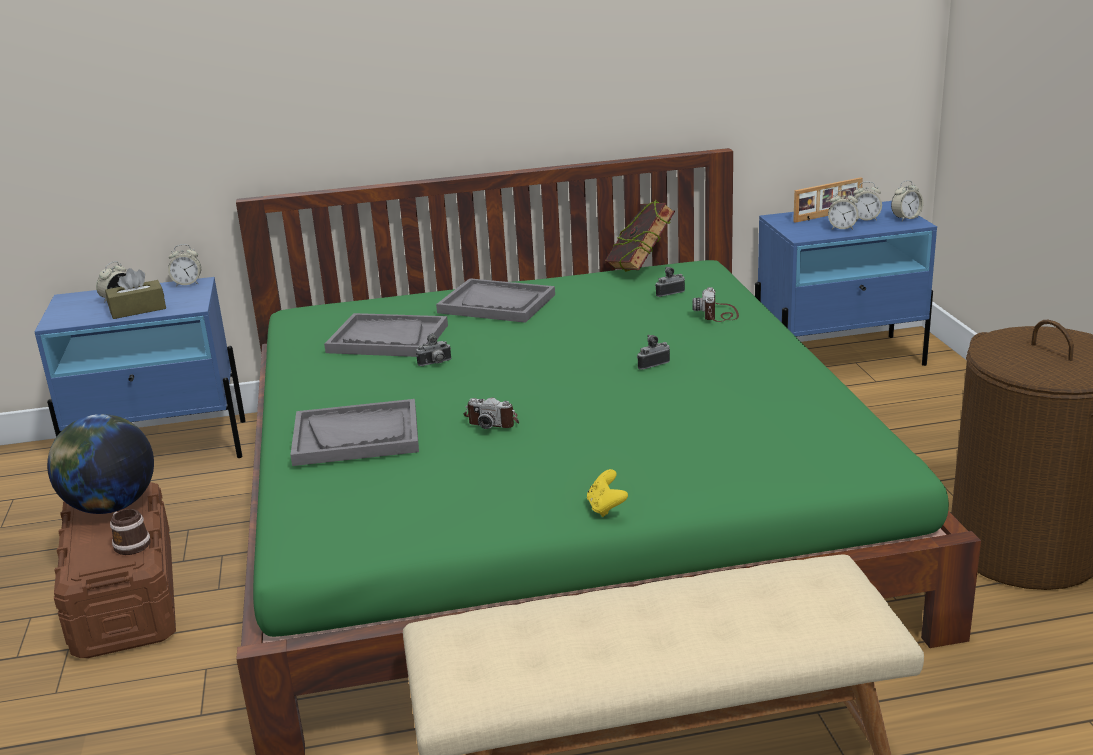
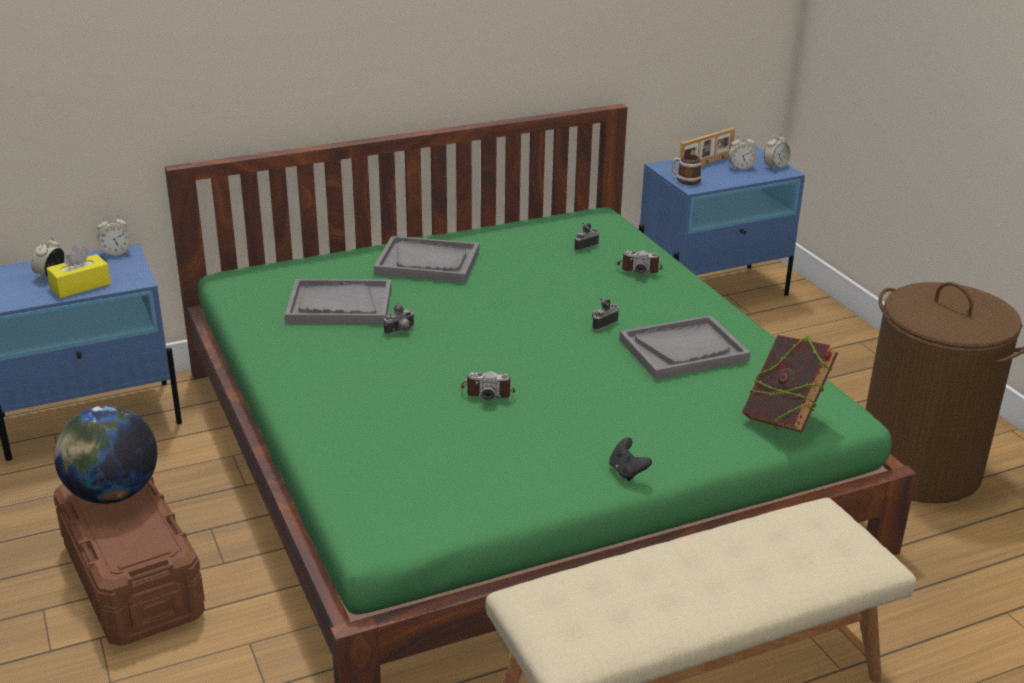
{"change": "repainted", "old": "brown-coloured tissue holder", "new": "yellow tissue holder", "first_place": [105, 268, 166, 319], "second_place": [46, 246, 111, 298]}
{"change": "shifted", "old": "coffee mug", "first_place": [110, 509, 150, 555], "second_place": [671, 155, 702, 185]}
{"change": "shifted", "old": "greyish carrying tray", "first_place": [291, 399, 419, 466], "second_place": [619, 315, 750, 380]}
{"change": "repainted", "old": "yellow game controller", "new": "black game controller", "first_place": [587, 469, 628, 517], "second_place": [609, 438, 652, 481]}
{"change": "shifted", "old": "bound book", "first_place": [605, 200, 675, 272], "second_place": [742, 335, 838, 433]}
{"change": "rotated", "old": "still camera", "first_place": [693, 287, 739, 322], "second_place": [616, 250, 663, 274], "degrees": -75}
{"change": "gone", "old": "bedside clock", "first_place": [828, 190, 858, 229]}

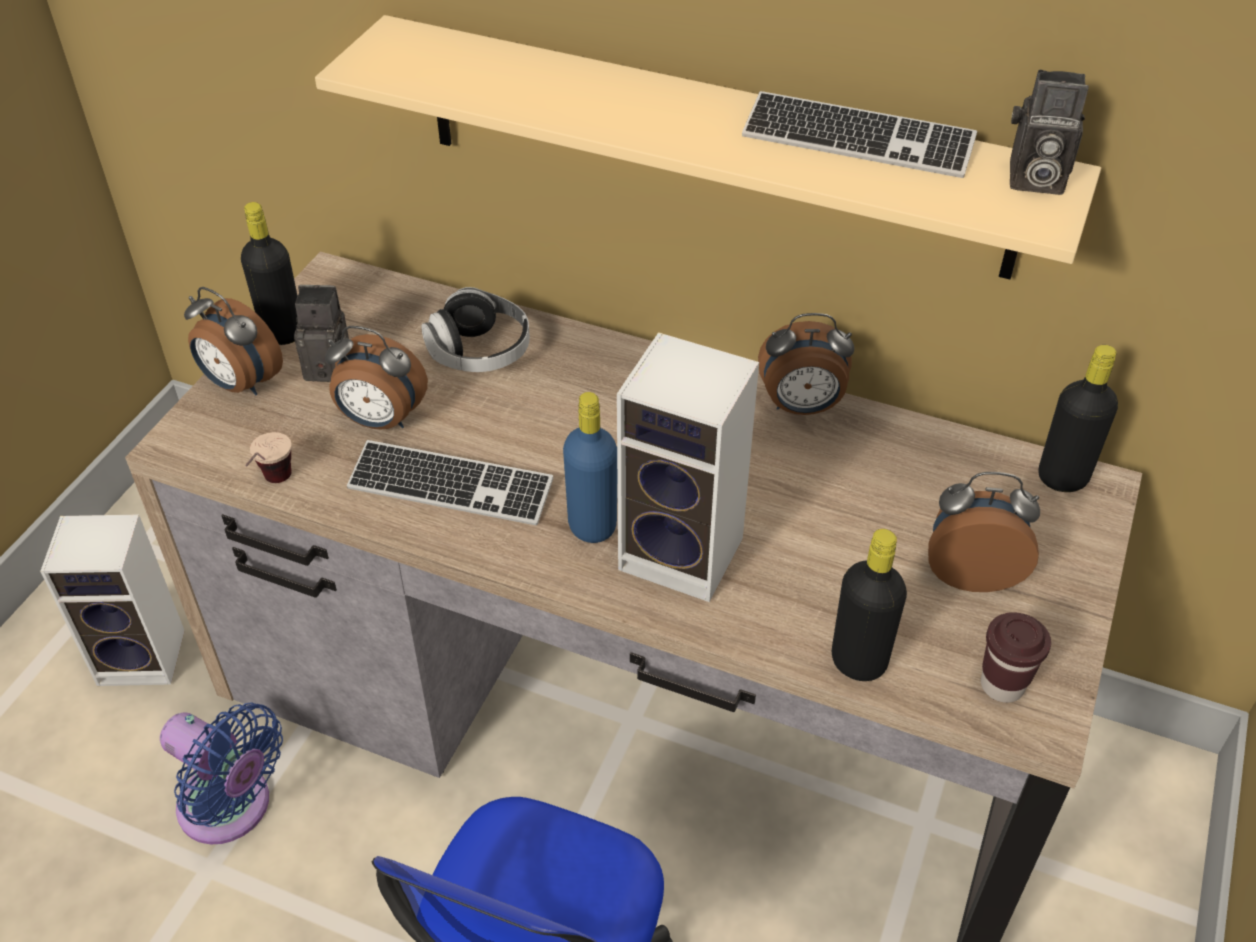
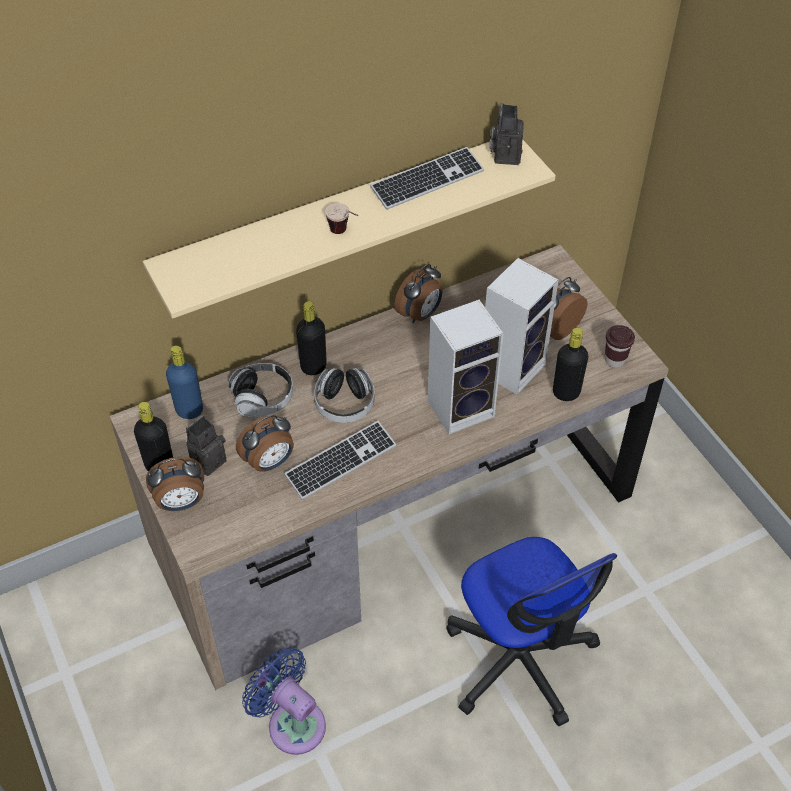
{"change": "shifted", "old": "speaker", "first_place": [40, 515, 185, 686], "second_place": [485, 258, 559, 395]}
{"change": "rotated", "old": "bluish cooling fan", "first_place": [160, 702, 283, 844], "second_place": [242, 647, 326, 755], "degrees": -120}
{"change": "shifted", "old": "drinking cup", "first_place": [245, 432, 292, 483], "second_place": [325, 203, 358, 234]}
{"change": "shifted", "old": "bluish bottle", "first_place": [563, 392, 617, 543], "second_place": [166, 345, 203, 419]}
{"change": "rotated", "old": "still camera", "first_place": [1010, 70, 1089, 195], "second_place": [489, 103, 524, 165], "degrees": 135}
{"change": "shifted", "old": "black bottle", "first_place": [1038, 345, 1118, 492], "second_place": [296, 301, 327, 375]}
{"change": "new", "new": "headphones", "second_place": [314, 368, 375, 423]}

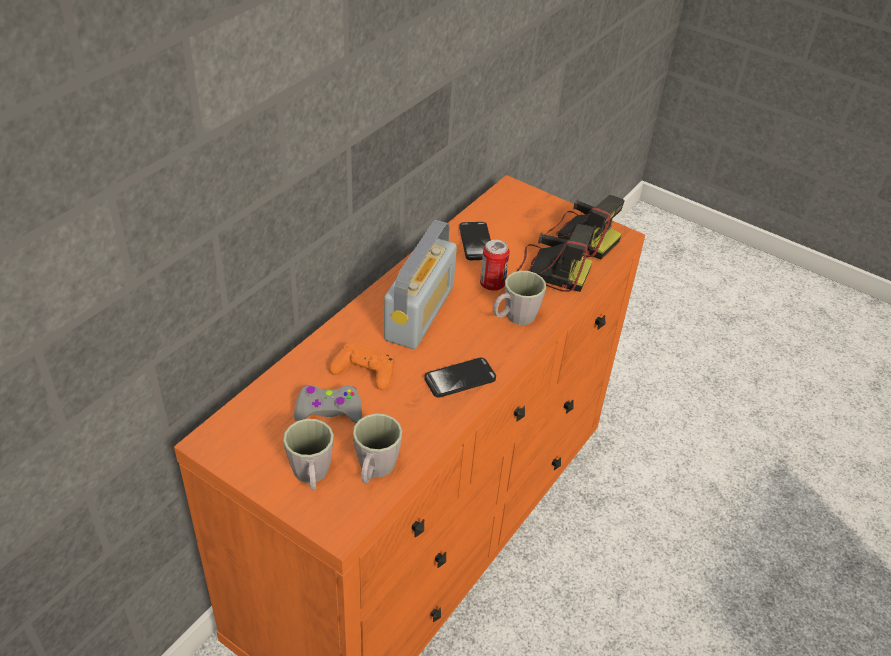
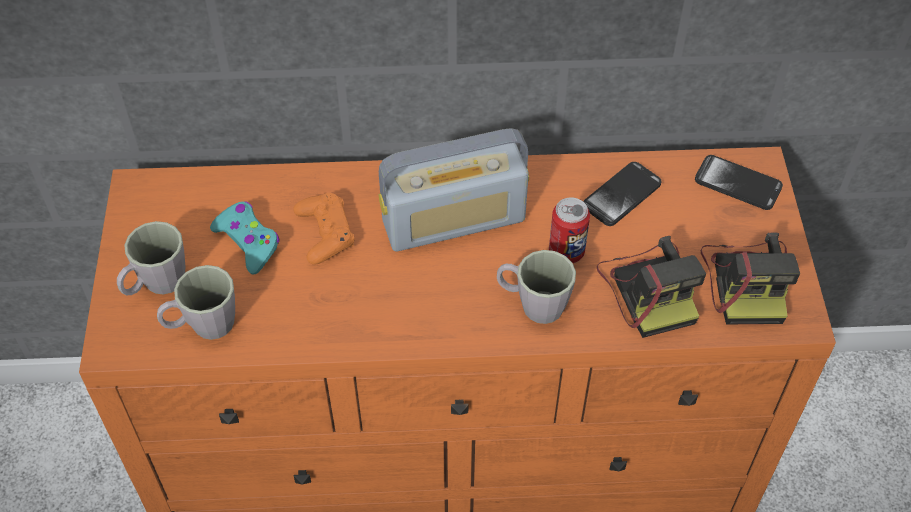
{"change": "repainted", "old": "greyish game controller", "new": "turquoise-coloured game controller", "first_place": [294, 385, 362, 423], "second_place": [210, 201, 280, 274]}
{"change": "shifted", "old": "telephone", "first_place": [424, 358, 496, 398], "second_place": [695, 155, 783, 210]}

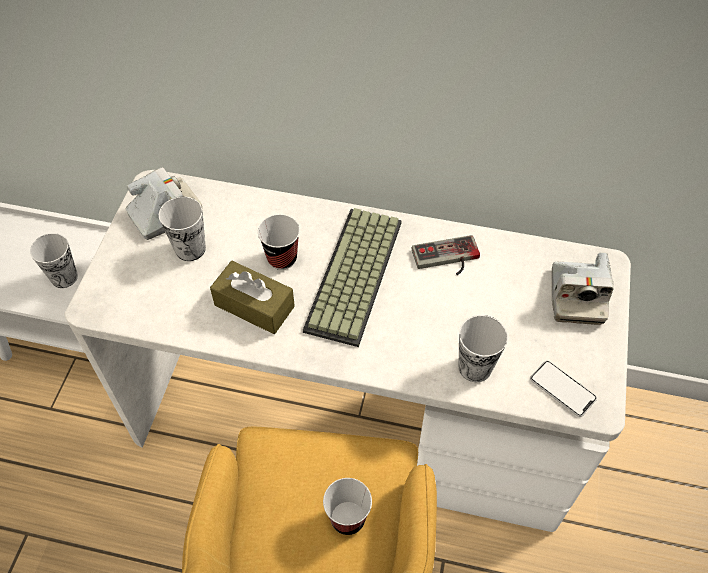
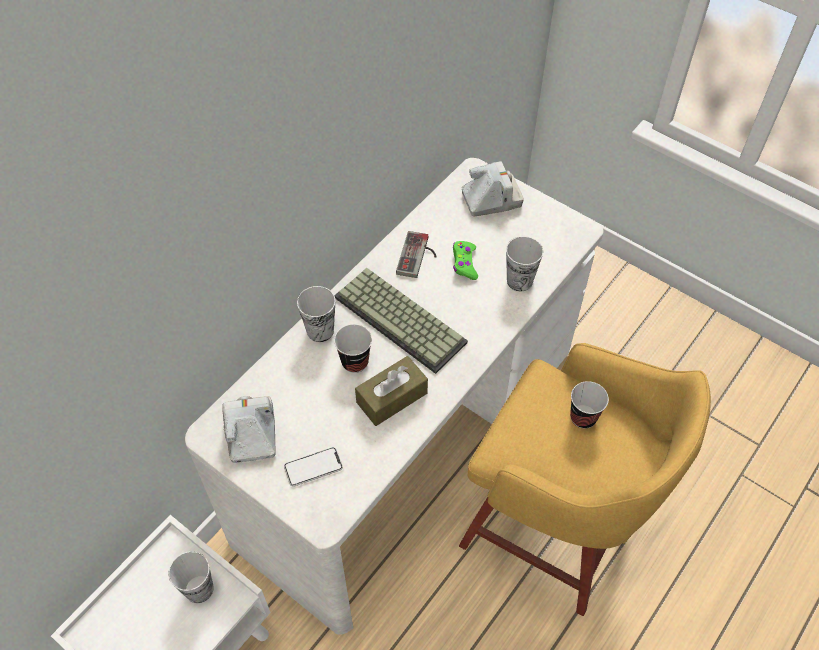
{"change": "shifted", "old": "drinking cup", "first_place": [159, 197, 206, 261], "second_place": [297, 286, 335, 342]}
{"change": "shifted", "old": "telephone", "first_place": [530, 361, 597, 417], "second_place": [284, 447, 343, 487]}
{"change": "rotated", "old": "still camera", "first_place": [552, 252, 614, 325], "second_place": [462, 161, 524, 217], "degrees": -45}
{"change": "new", "new": "greenish game controller", "second_place": [453, 241, 478, 280]}

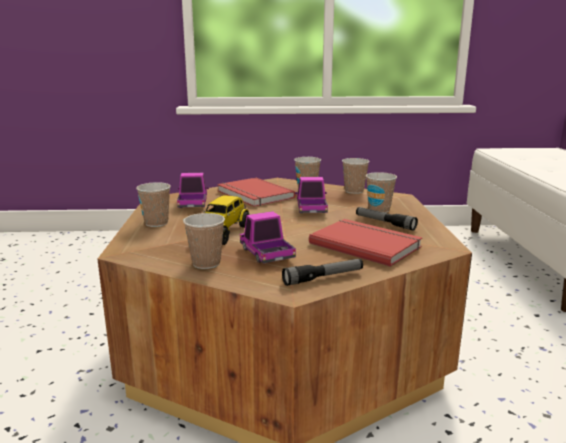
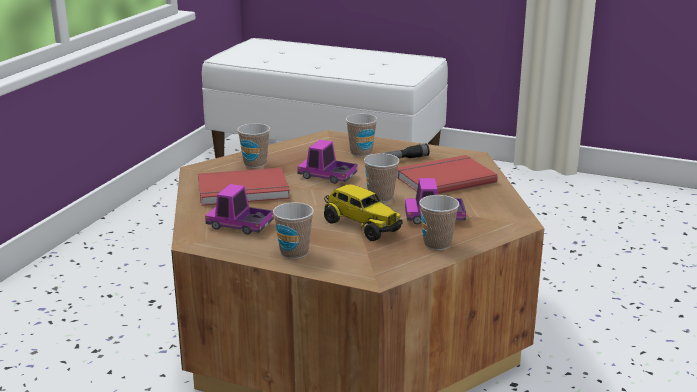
{"change": "gone", "old": "torch", "first_place": [282, 259, 363, 286]}
{"change": "shifted", "old": "drinking cup", "first_place": [342, 158, 370, 194], "second_place": [364, 153, 400, 203]}

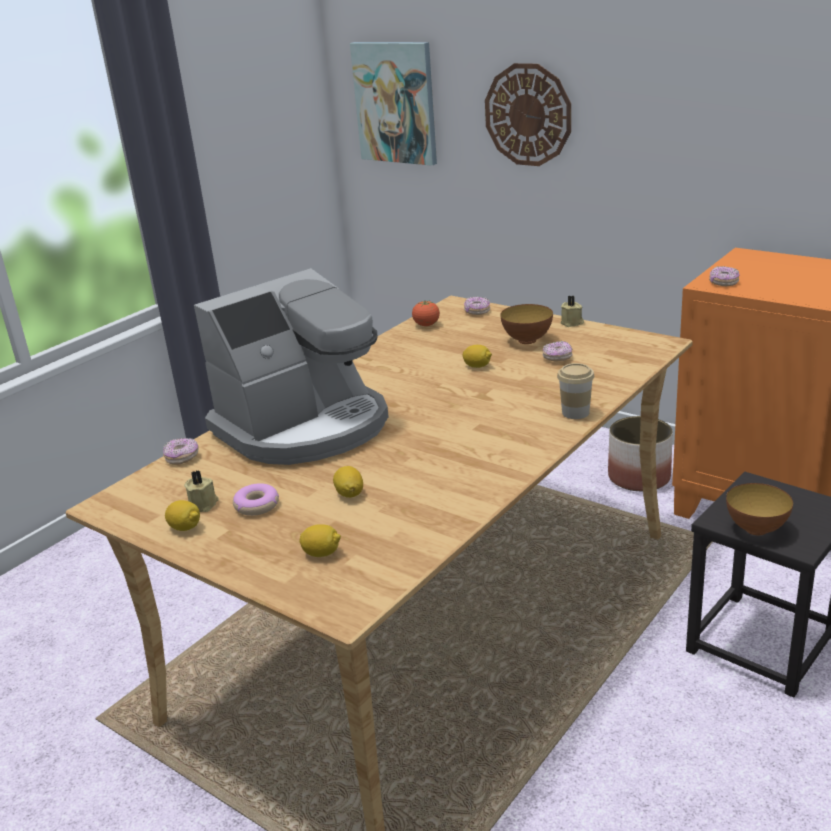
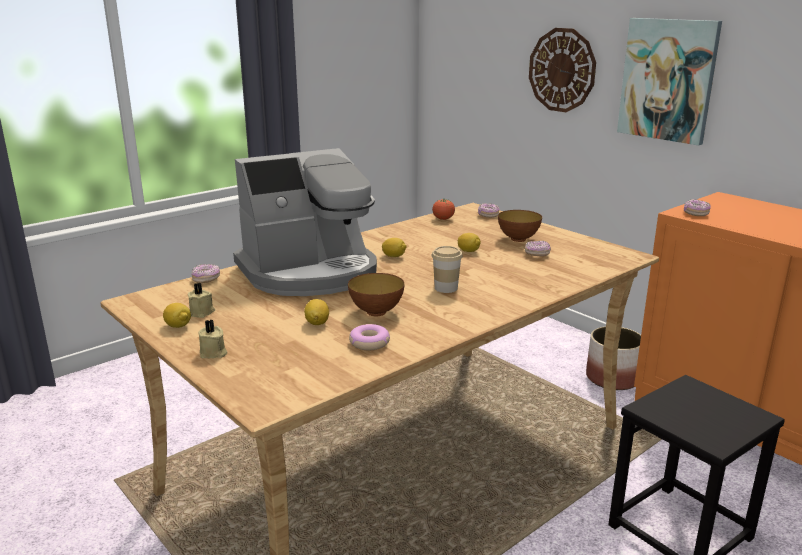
{"change": "shifted", "old": "ring doughnut", "first_place": [233, 483, 279, 516], "second_place": [349, 324, 390, 350]}
{"change": "shifted", "old": "whole lemon", "first_place": [300, 524, 341, 557], "second_place": [382, 238, 407, 257]}
{"change": "shifted", "old": "wall art", "first_place": [350, 42, 437, 166], "second_place": [617, 18, 722, 146]}
{"change": "shifted", "old": "drinking cup", "first_place": [557, 363, 594, 419], "second_place": [431, 246, 463, 293]}
{"change": "shifted", "old": "beige candle", "first_place": [561, 295, 584, 327], "second_place": [198, 320, 227, 358]}
{"change": "shifted", "old": "serving bowl", "first_place": [726, 483, 793, 535], "second_place": [348, 273, 404, 316]}

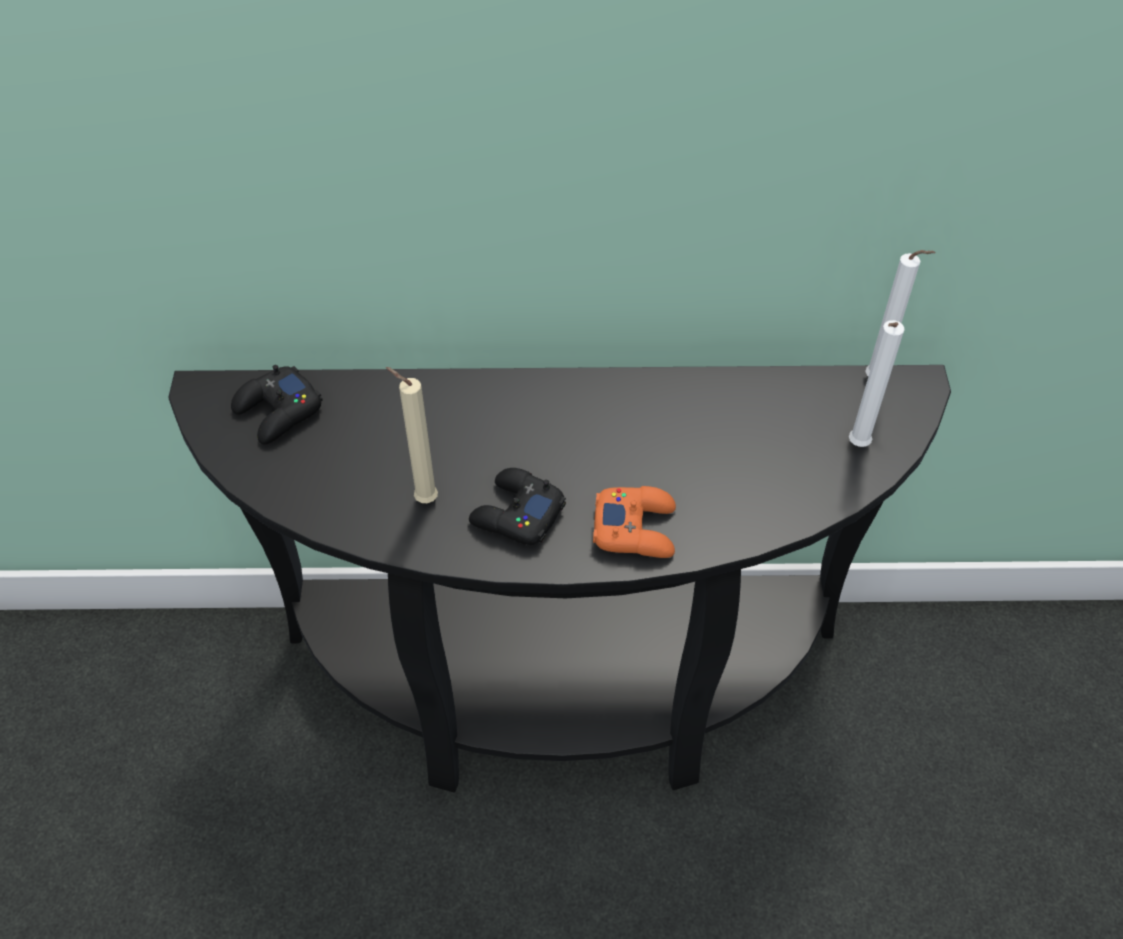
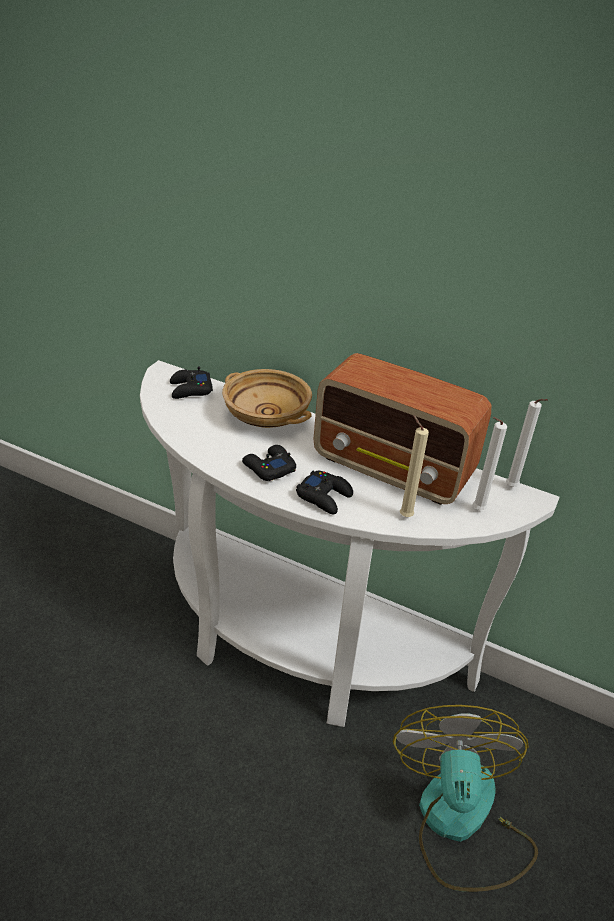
{"change": "repainted", "old": "black narrow table", "new": "whitish narrow table", "first_place": [168, 365, 951, 793], "second_place": [140, 360, 559, 727]}
{"change": "shifted", "old": "beige candle", "first_place": [386, 367, 438, 503], "second_place": [400, 415, 429, 517]}
{"change": "repainted", "old": "orange game controller", "new": "black game controller", "first_place": [593, 486, 676, 558], "second_place": [296, 471, 353, 514]}
{"change": "new", "new": "beige serving bowl", "second_place": [222, 369, 312, 428]}
{"change": "new", "new": "radio", "second_place": [314, 353, 491, 505]}
{"change": "new", "new": "cooling fan", "second_place": [393, 705, 538, 892]}

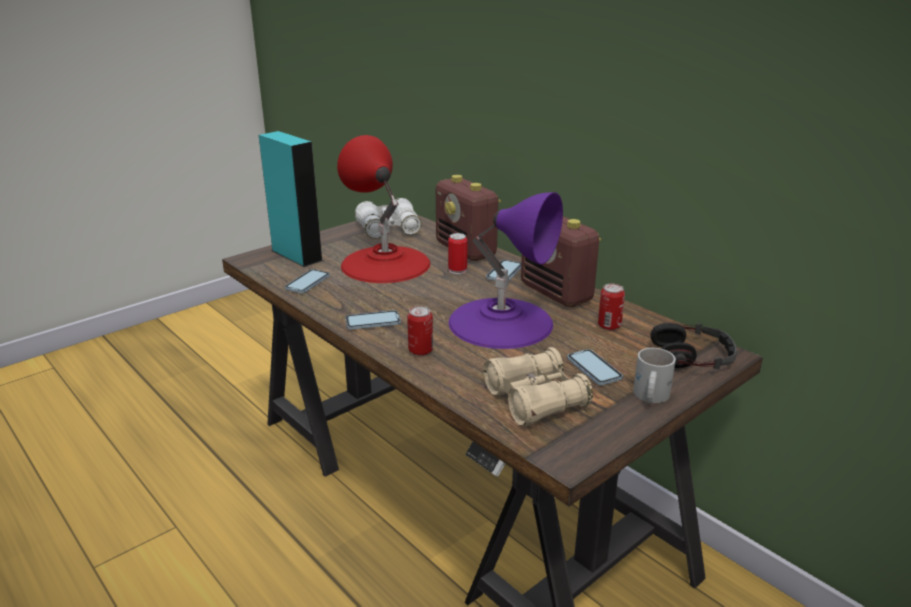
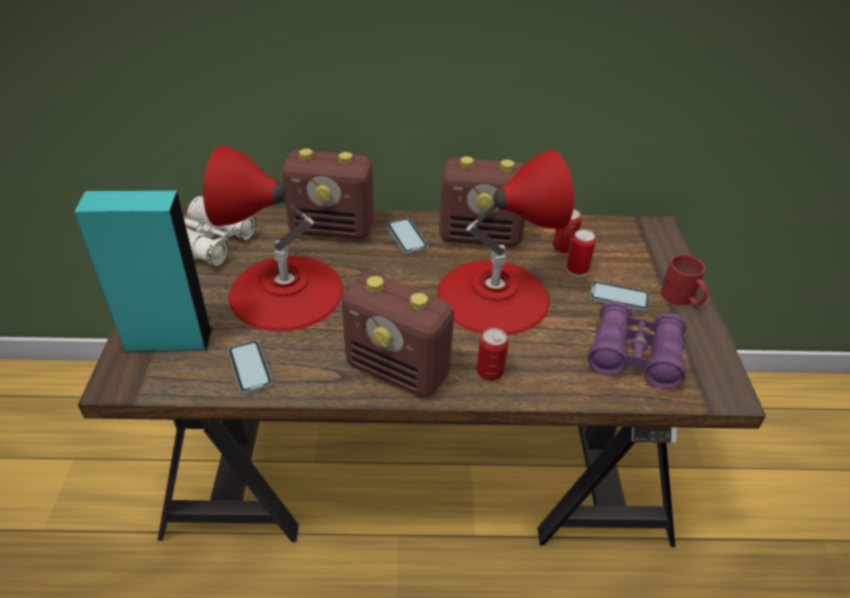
{"change": "swapped", "old": "telephone", "new": "radio", "first_place": [345, 310, 401, 330], "second_place": [341, 272, 454, 397]}
{"change": "shifted", "old": "sealed can", "first_place": [448, 233, 467, 274], "second_place": [567, 229, 596, 277]}
{"change": "repainted", "old": "purplish tabletop lamp", "new": "reddish tabletop lamp", "first_place": [449, 192, 563, 349], "second_place": [437, 150, 574, 336]}
{"change": "repainted", "old": "beige field glasses", "new": "purplish field glasses", "first_place": [483, 347, 593, 426], "second_place": [588, 301, 686, 389]}
{"change": "repainted", "old": "whitish coffee mug", "new": "reddish coffee mug", "first_place": [633, 348, 676, 403], "second_place": [661, 255, 708, 306]}
{"change": "gone", "old": "headphones", "first_place": [651, 323, 737, 369]}

